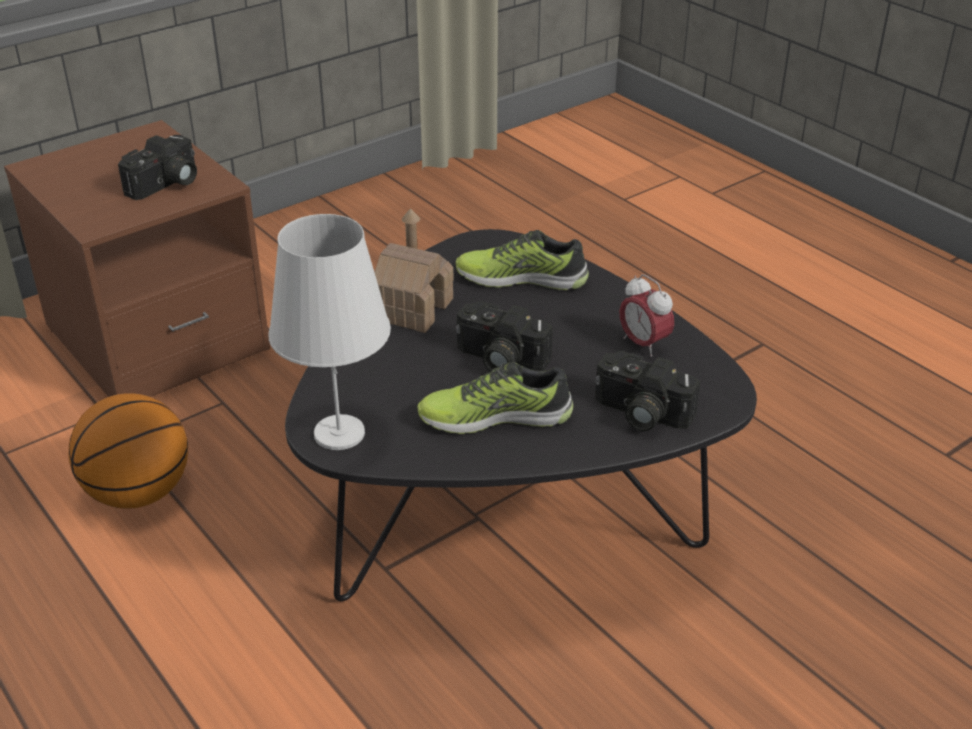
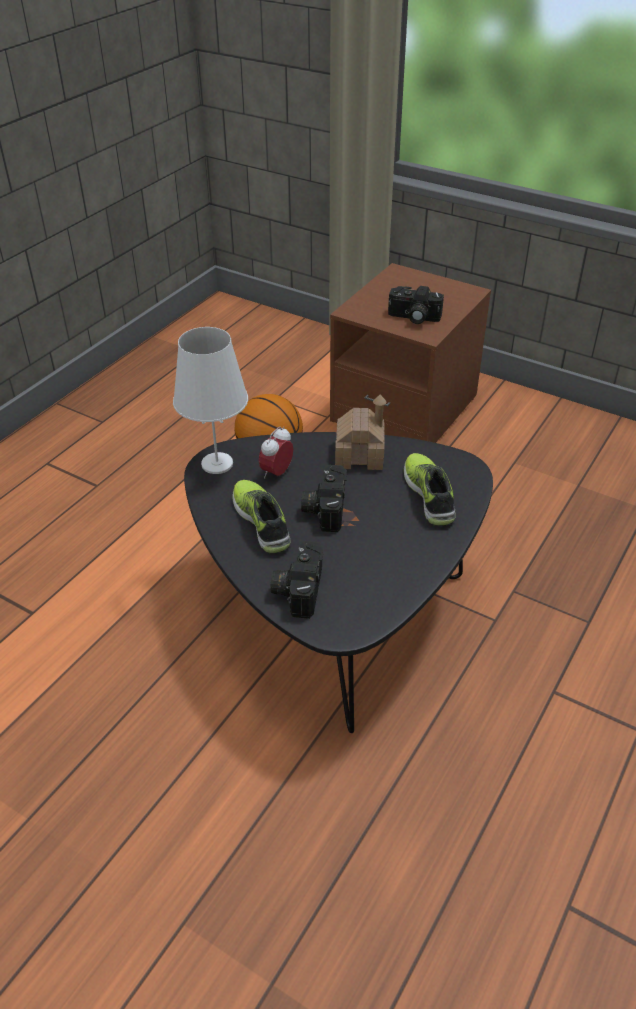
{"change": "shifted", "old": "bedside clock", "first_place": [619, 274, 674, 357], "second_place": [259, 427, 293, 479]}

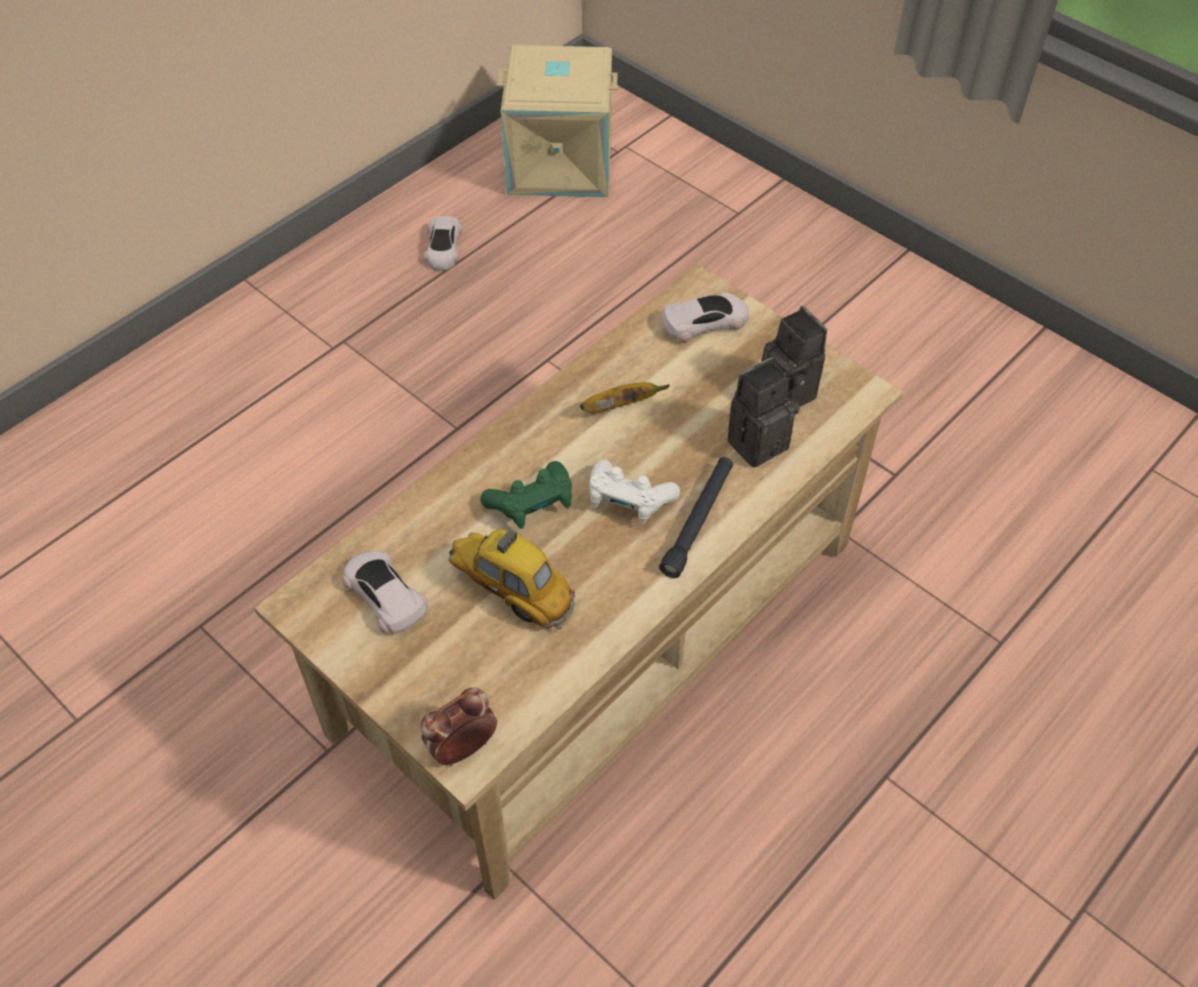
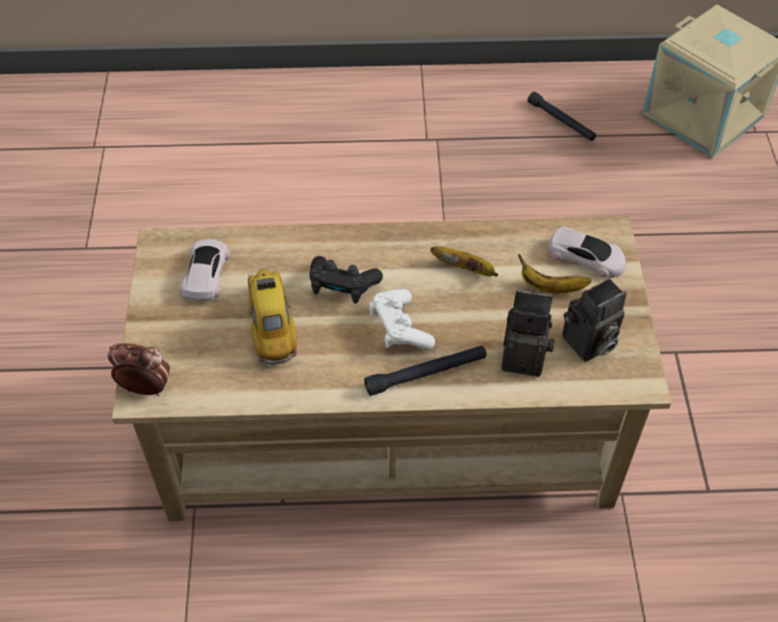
{"change": "swapped", "old": "whitish model car", "new": "black torch", "first_place": [424, 216, 463, 271], "second_place": [528, 92, 596, 141]}
{"change": "repainted", "old": "greenish game controller", "new": "black game controller", "first_place": [480, 461, 572, 529], "second_place": [310, 256, 383, 304]}
{"change": "rotated", "old": "still camera", "first_place": [761, 306, 827, 407], "second_place": [562, 278, 627, 362], "degrees": 45}
{"change": "new", "new": "whole banana", "second_place": [518, 254, 591, 293]}

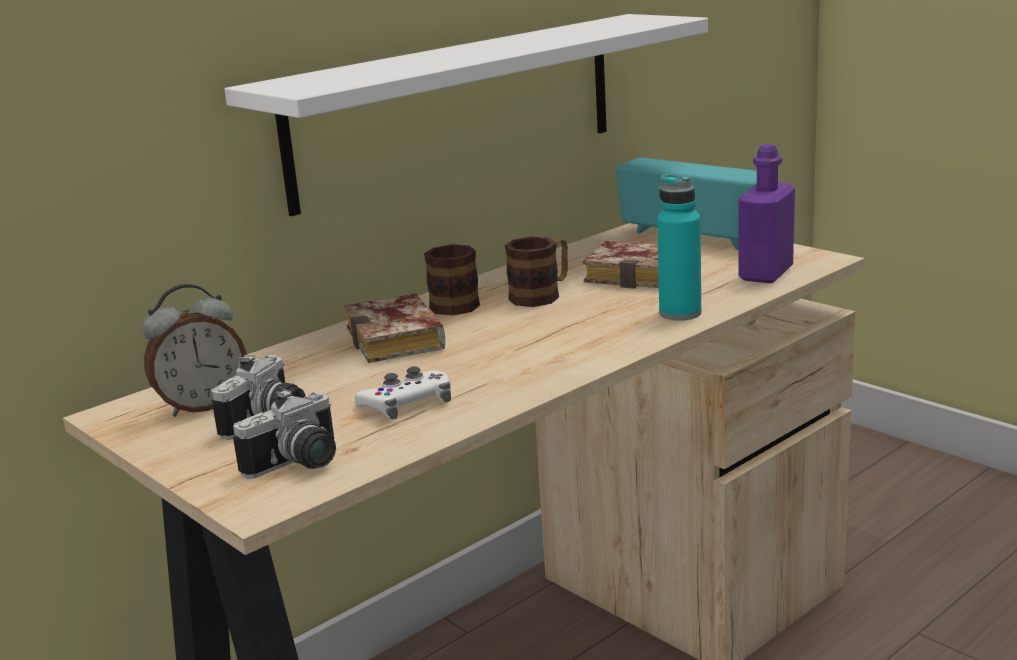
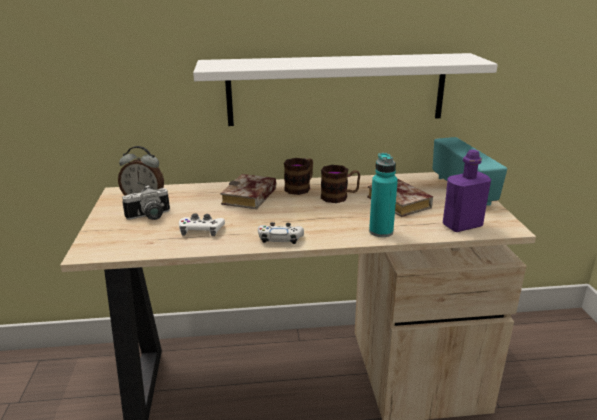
{"change": "gone", "old": "still camera", "first_place": [233, 389, 336, 478]}
{"change": "new", "new": "whitish game controller", "second_place": [258, 222, 304, 244]}

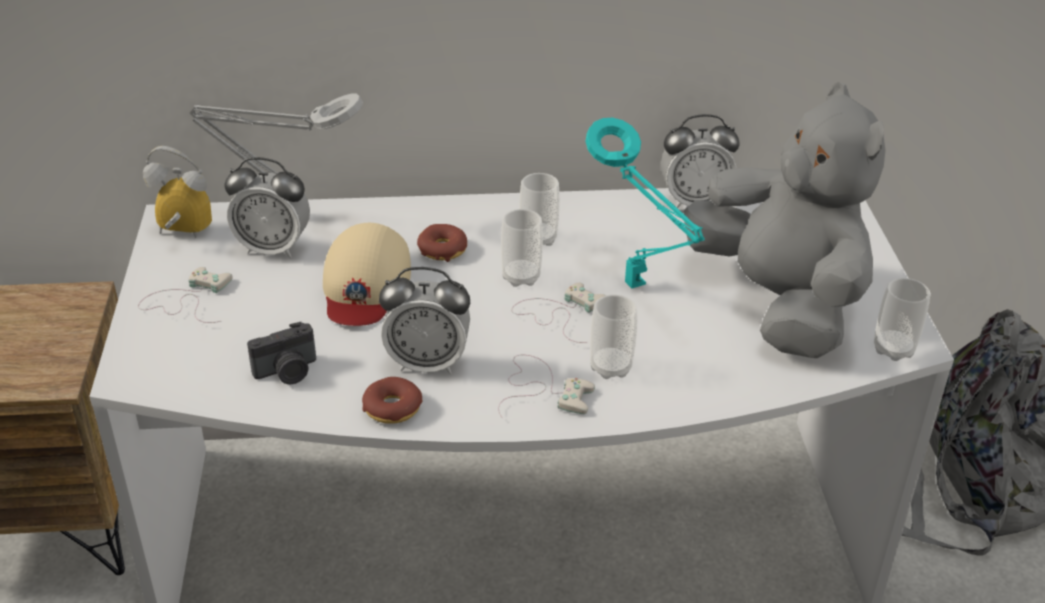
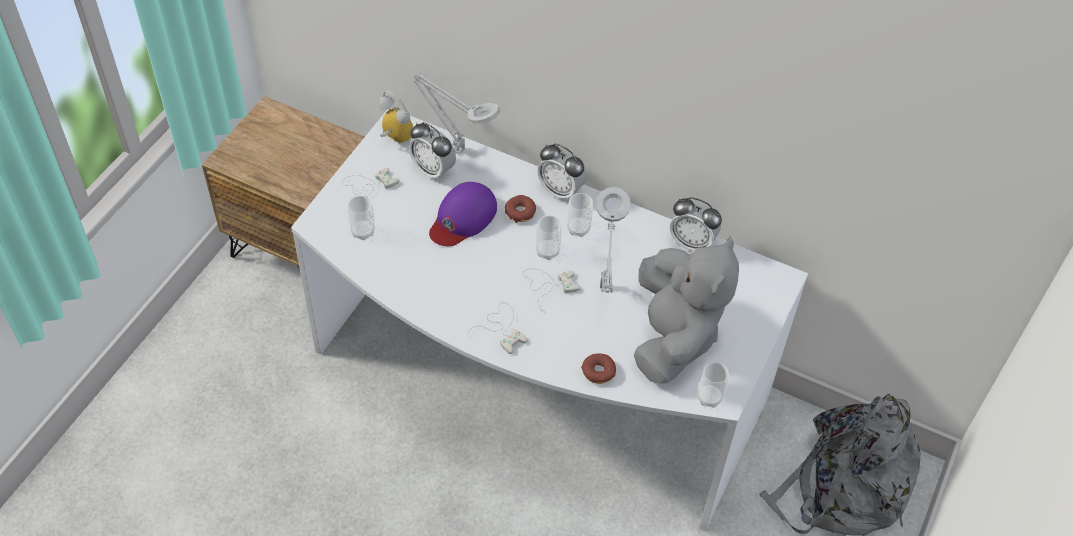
{"change": "gone", "old": "still camera", "first_place": [247, 322, 316, 384]}
{"change": "repainted", "old": "beige peaked cap", "new": "purplish peaked cap", "first_place": [323, 223, 411, 326], "second_place": [429, 182, 497, 246]}
{"change": "shifted", "old": "ring doughnut", "first_place": [362, 377, 422, 424], "second_place": [581, 354, 616, 384]}
{"change": "shifted", "old": "bedside clock", "first_place": [379, 267, 470, 374], "second_place": [537, 144, 586, 202]}
{"change": "repainted", "old": "turquoise-coloured tabletop lamp", "new": "greyish tabletop lamp", "first_place": [585, 118, 705, 288], "second_place": [596, 187, 631, 293]}
{"change": "shifted", "old": "drinking cup", "first_place": [590, 295, 637, 379], "second_place": [347, 196, 375, 240]}

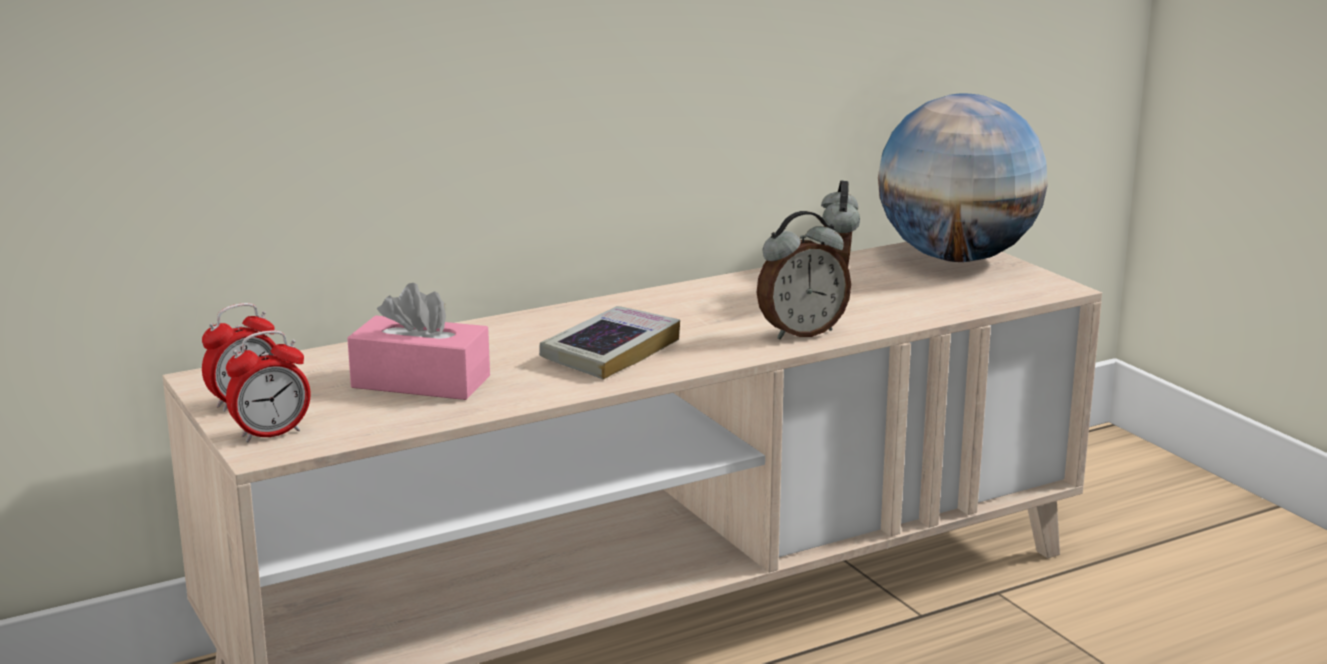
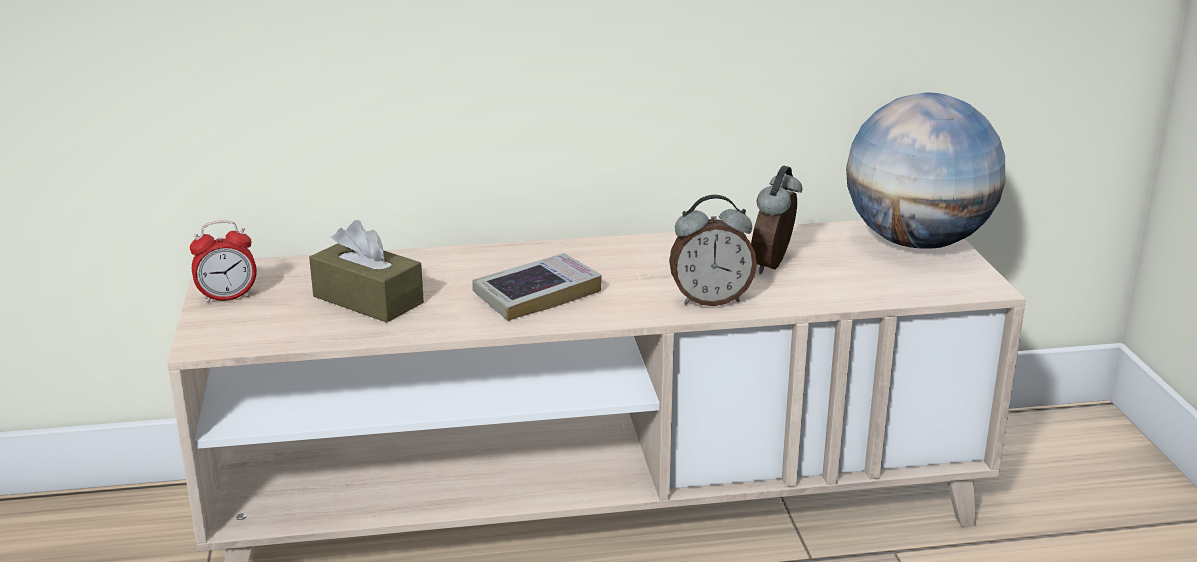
{"change": "gone", "old": "bedside clock", "first_place": [226, 330, 311, 442]}
{"change": "repainted", "old": "pink-coloured tissue holder", "new": "brown-coloured tissue holder", "first_place": [347, 283, 490, 400], "second_place": [309, 220, 424, 323]}

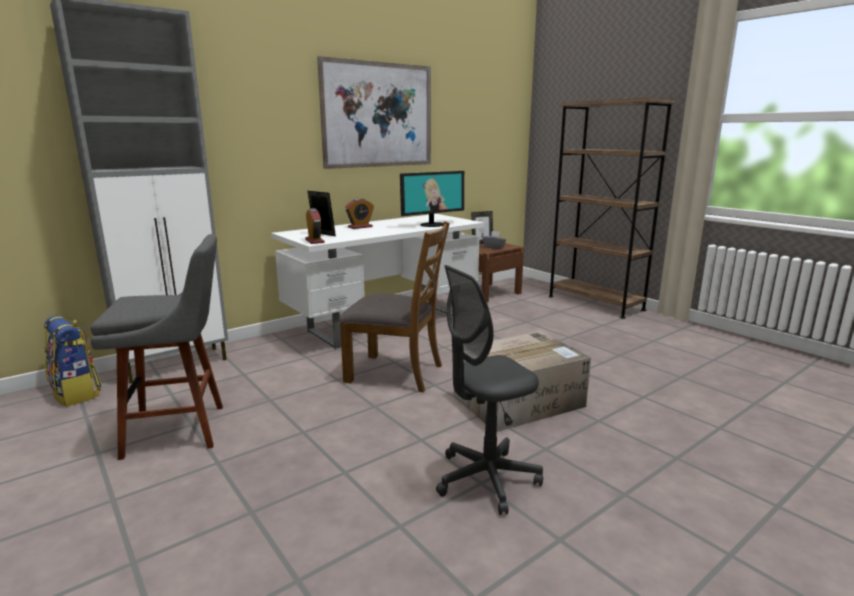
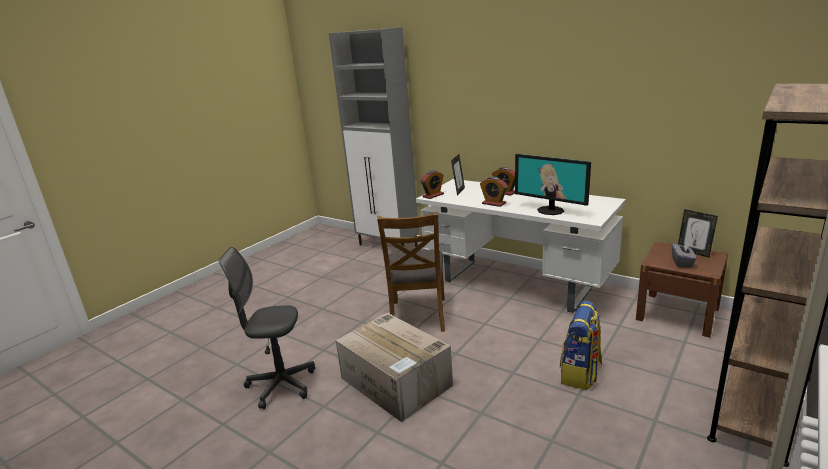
{"change": "shifted", "old": "backpack", "first_place": [44, 315, 102, 407], "second_place": [560, 301, 602, 390]}
{"change": "gone", "old": "greyish stool", "first_place": [90, 234, 223, 460]}
{"change": "gone", "old": "wall art", "first_place": [317, 56, 431, 169]}
{"change": "rotated", "old": "greyish desk chair", "first_place": [436, 265, 543, 515], "second_place": [219, 247, 315, 409], "degrees": -45}
{"change": "new", "new": "bedside clock", "second_place": [480, 177, 508, 207]}

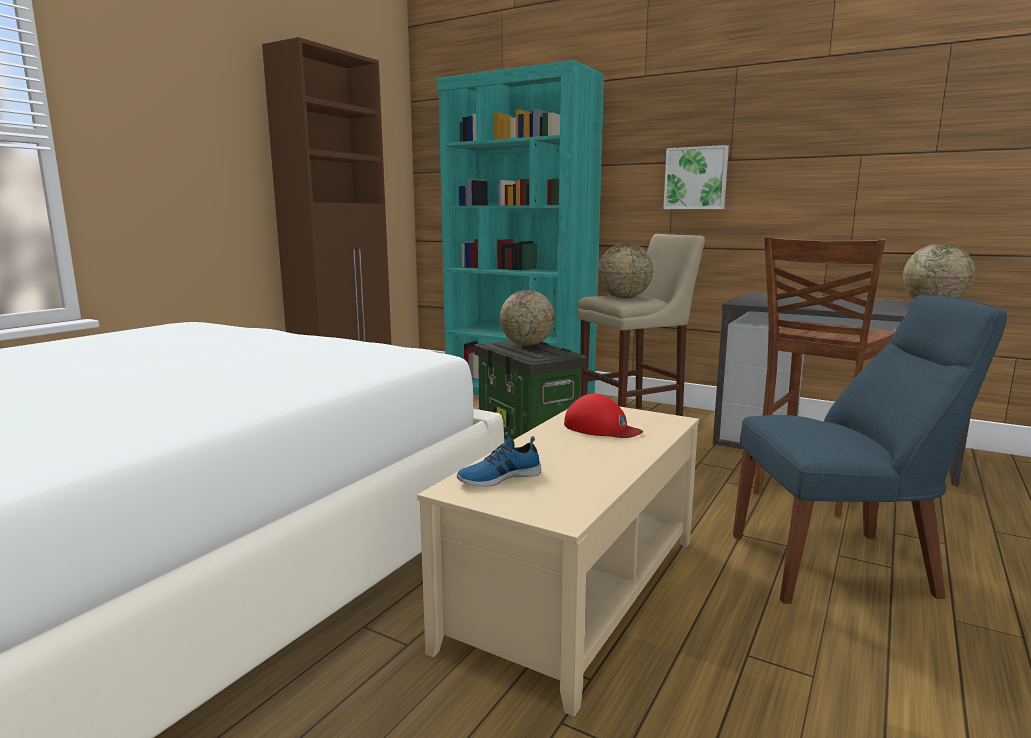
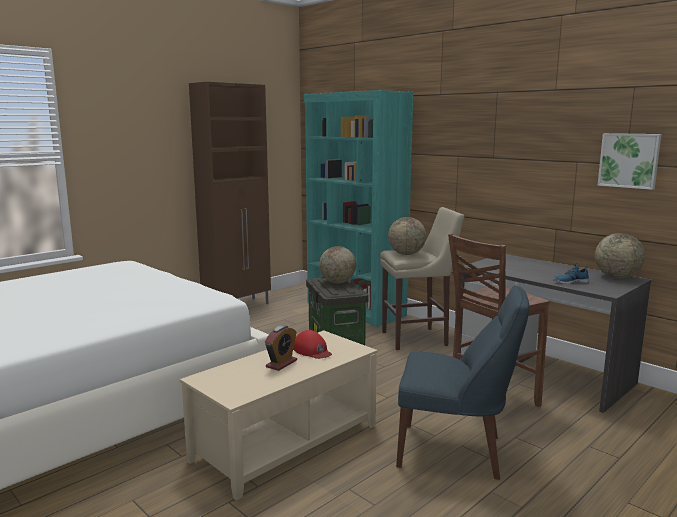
{"change": "shifted", "old": "item of footwear", "first_place": [457, 432, 541, 487], "second_place": [553, 263, 589, 284]}
{"change": "shifted", "old": "wall art", "first_place": [663, 145, 729, 209], "second_place": [598, 133, 662, 190]}
{"change": "new", "new": "bedside clock", "second_place": [265, 325, 297, 371]}

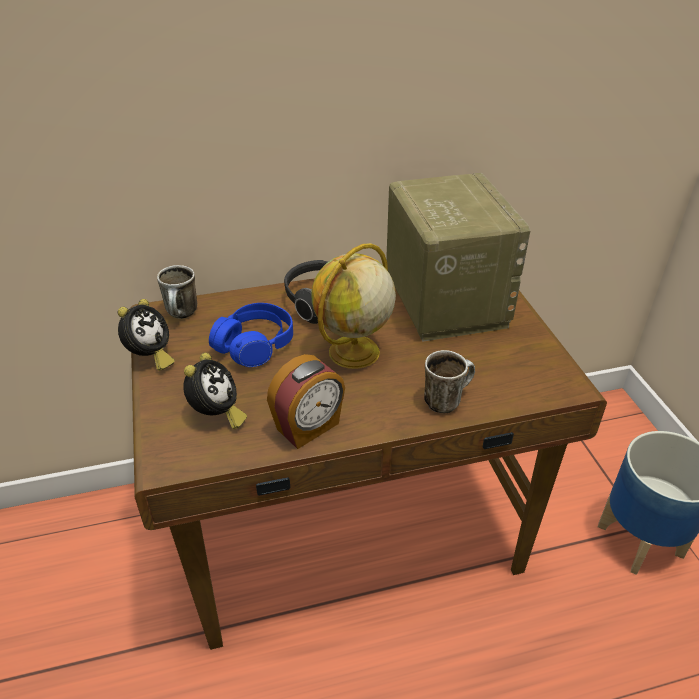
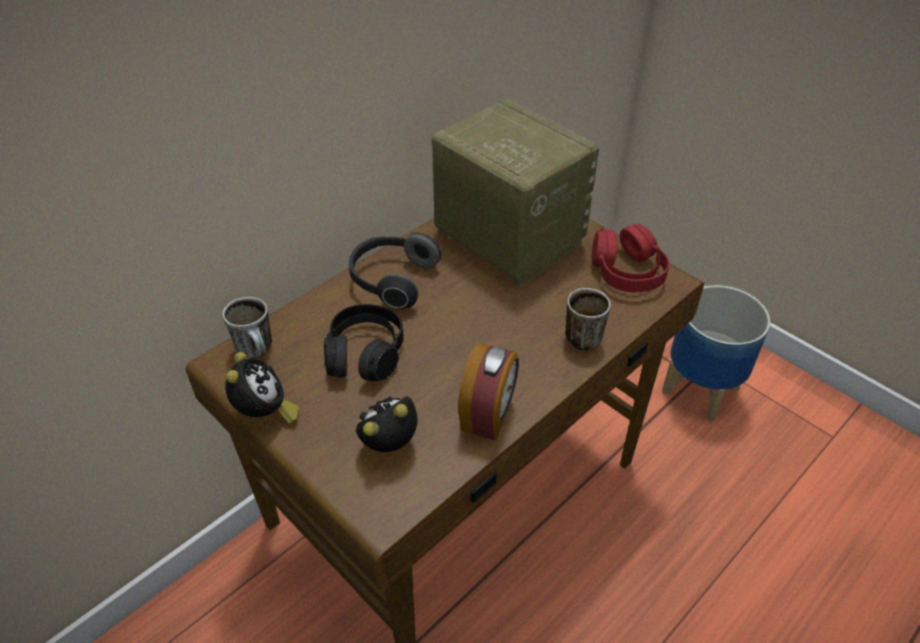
{"change": "rotated", "old": "bedside clock", "first_place": [183, 353, 247, 429], "second_place": [356, 396, 417, 452], "degrees": -105}
{"change": "repainted", "old": "bluish headphones", "new": "black headphones", "first_place": [209, 303, 293, 367], "second_place": [324, 304, 404, 381]}
{"change": "gone", "old": "desk globe", "first_place": [312, 243, 396, 369]}
{"change": "new", "new": "reddish headphones", "second_place": [592, 224, 669, 292]}

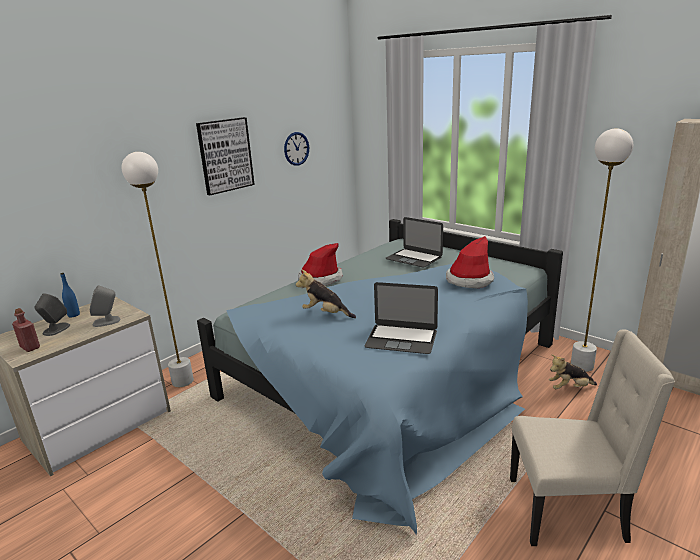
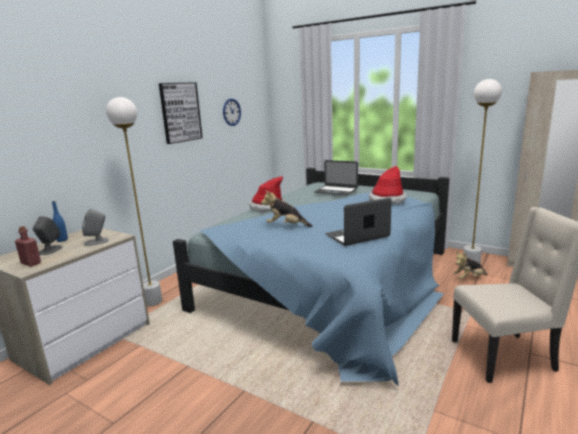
{"change": "rotated", "old": "portable computer", "first_place": [364, 282, 438, 354], "second_place": [325, 198, 392, 246], "degrees": 150}

